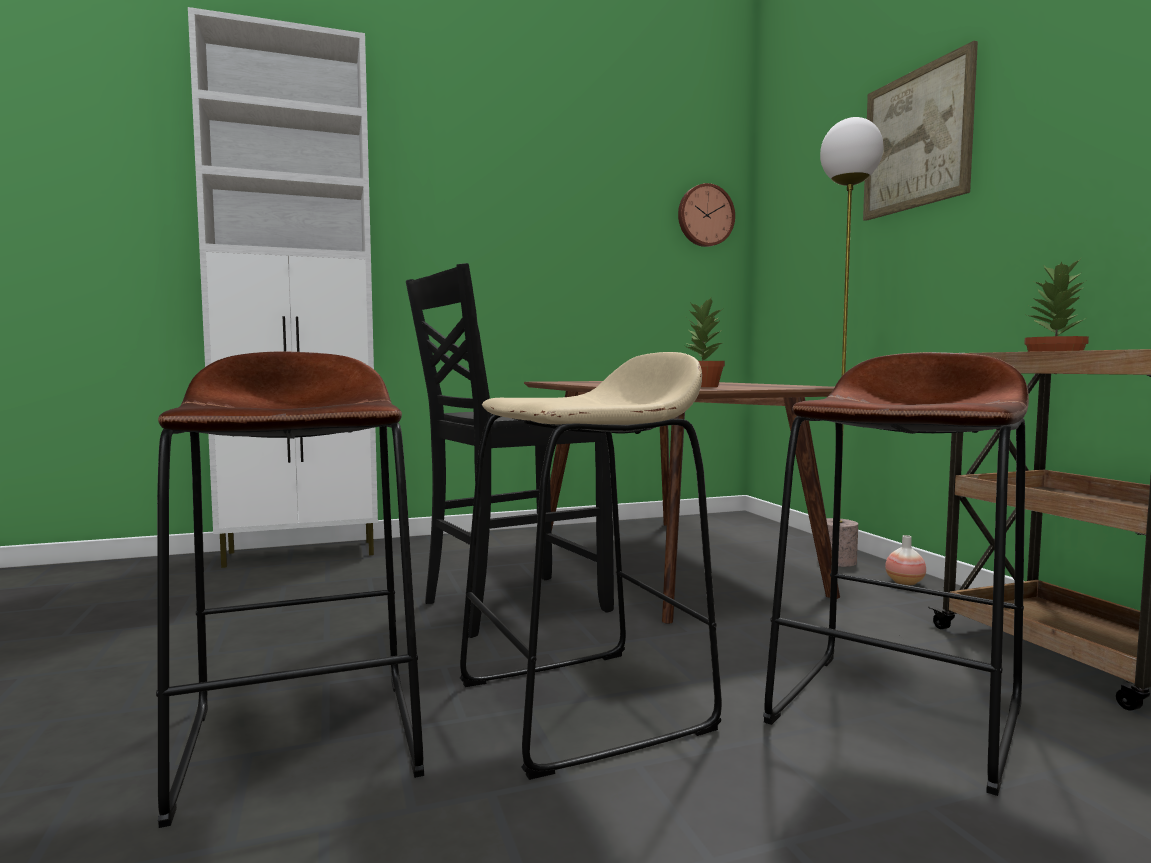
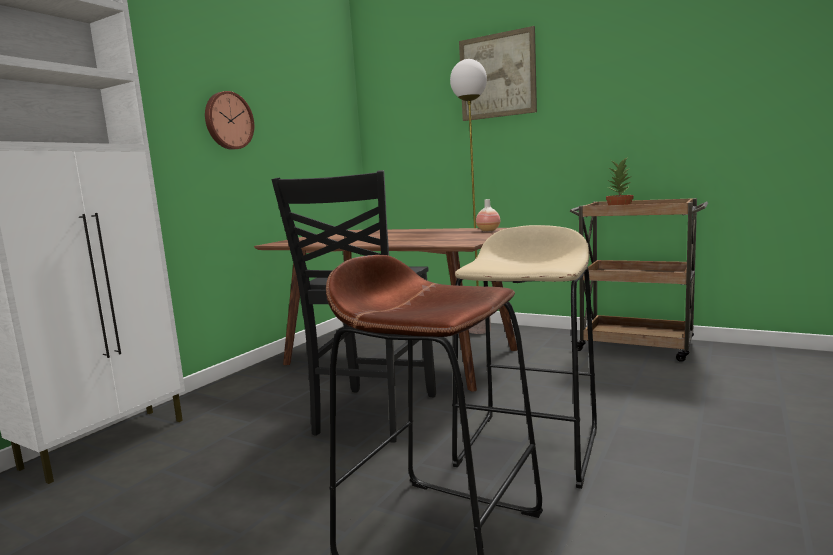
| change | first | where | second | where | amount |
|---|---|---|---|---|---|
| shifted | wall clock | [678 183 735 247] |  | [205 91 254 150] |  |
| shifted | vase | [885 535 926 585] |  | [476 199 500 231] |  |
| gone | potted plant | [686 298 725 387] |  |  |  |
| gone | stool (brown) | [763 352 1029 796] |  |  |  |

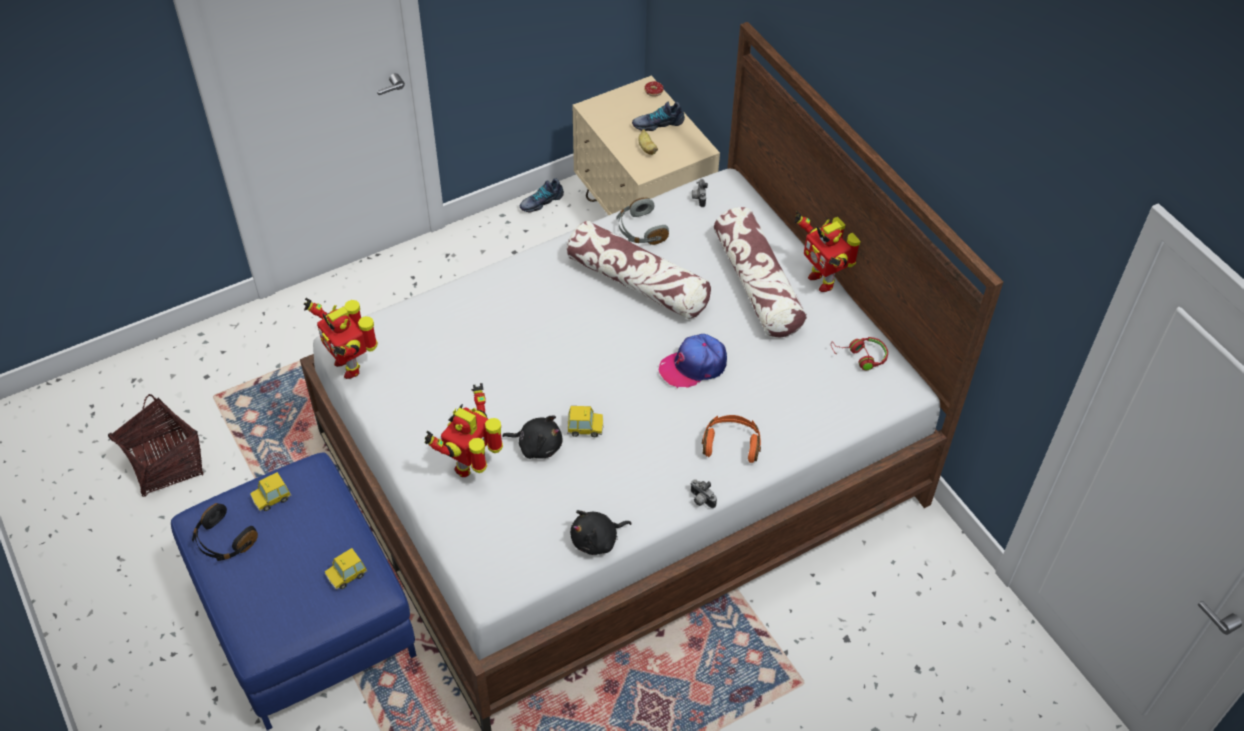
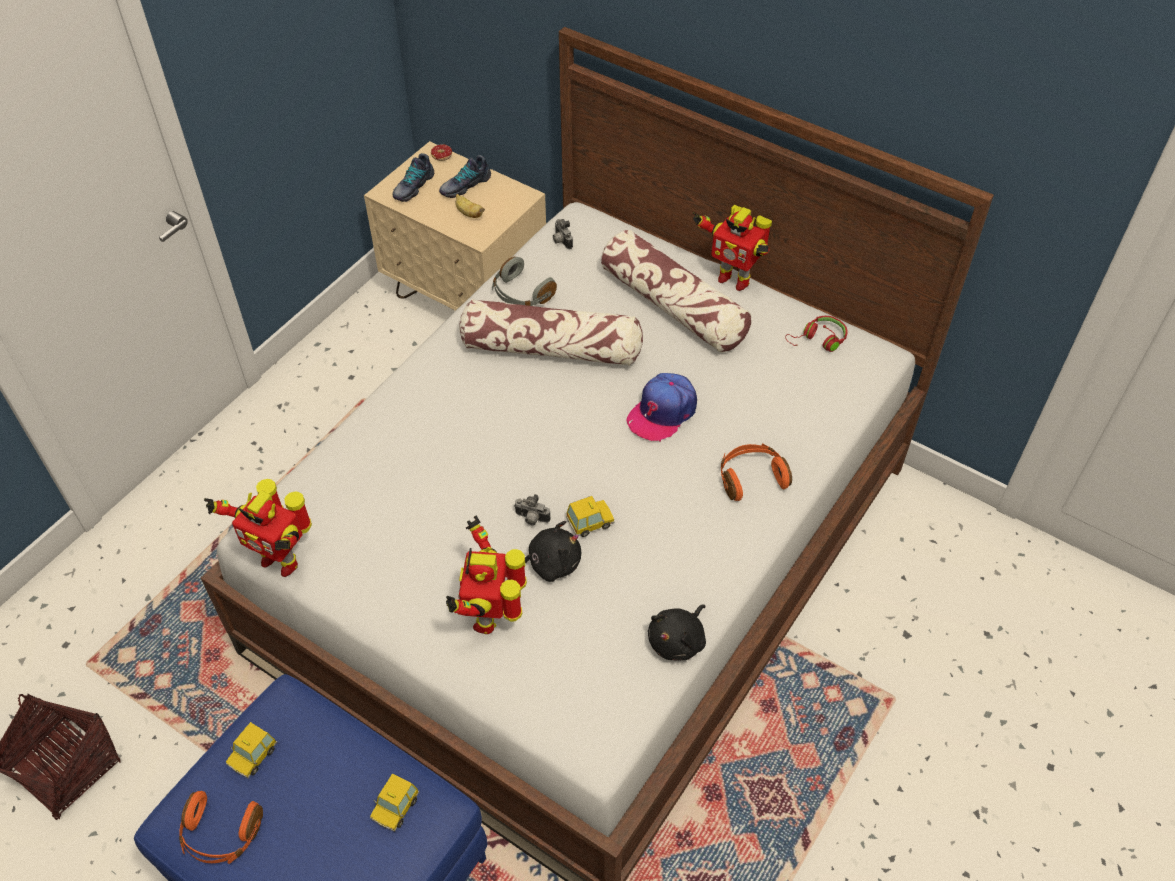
| change | first | where | second | where | amount |
|---|---|---|---|---|---|
| repainted | headphones (black) | [192 503 258 561] | headphones (orange) | [179 791 263 864] |  |
| shifted | shoe | [520 178 564 213] |  | [393 153 434 202] |  |
| shifted | photo camera | [690 479 717 508] |  | [514 494 551 525] |  |

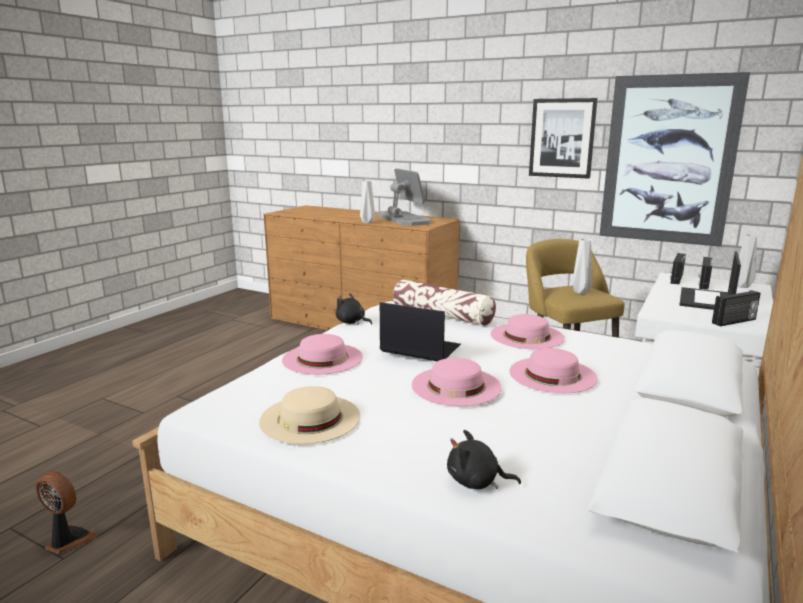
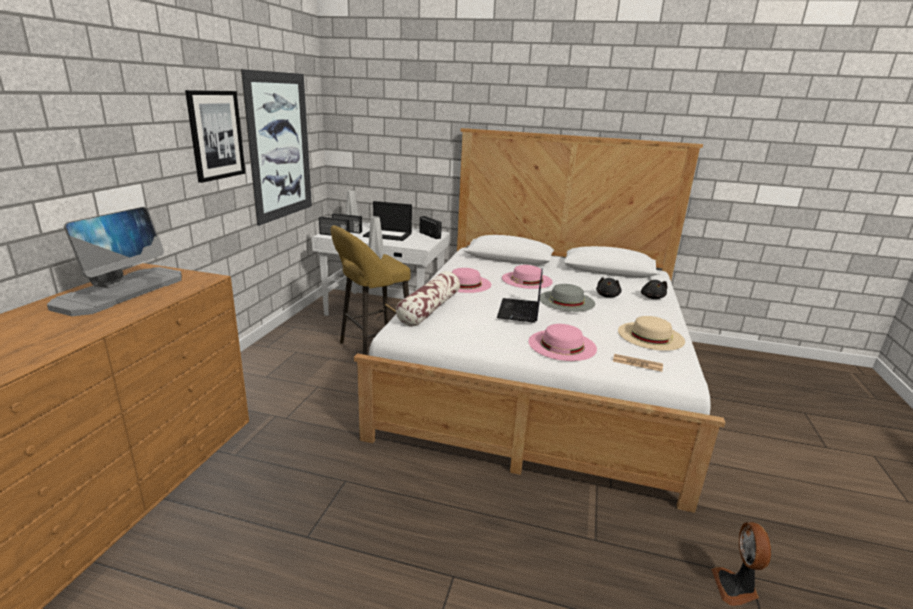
| change | first | where | second | where | amount |
|---|---|---|---|---|---|
| rotated | monitor | [377 168 432 226] |  | [47 207 182 316] | 150 degrees clockwise |
| repainted | hat (pink) | [412 358 502 406] | hat (grey) | [540 284 595 312] |  |
| shifted | plush toy (black) | [336 293 372 325] |  | [596 277 622 298] |  |
| new |  |  | newspaper | [613 354 663 372] |  |
| gone | vase (grey) | [360 181 375 223] |  |  |  |

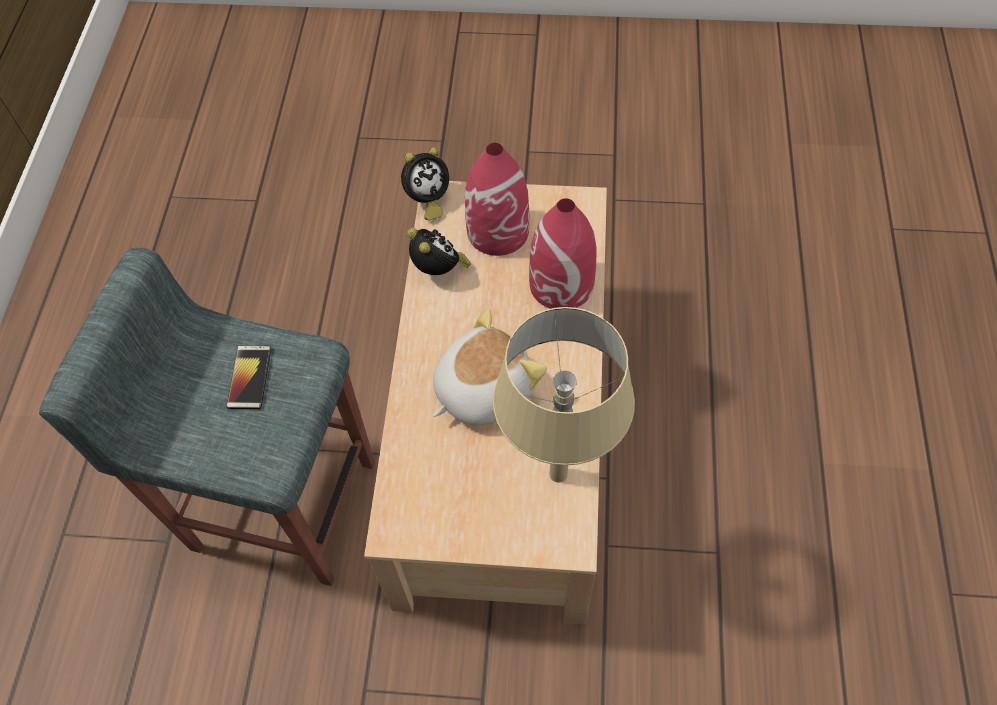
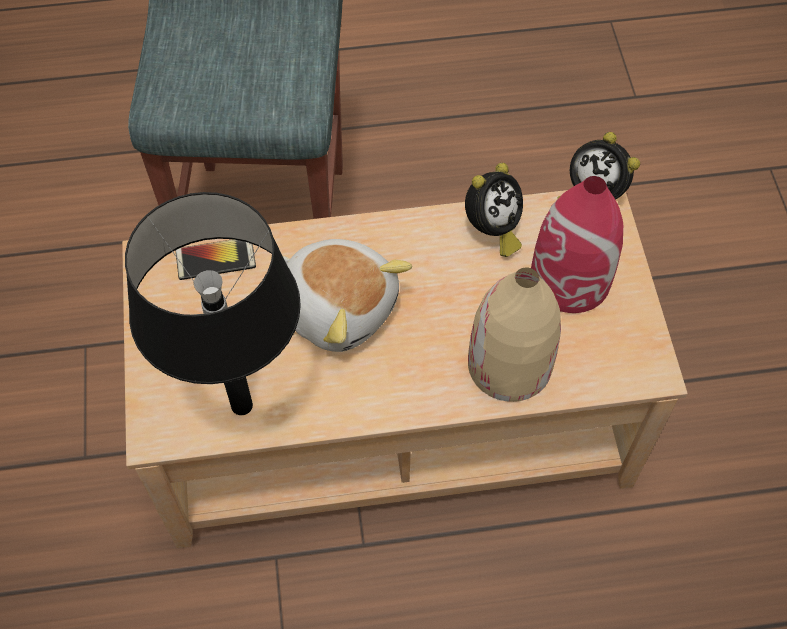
| change | first | where | second | where | amount |
|---|---|---|---|---|---|
| repainted | table lamp (beige) | [493 307 635 483] | table lamp (black) | [125 192 301 415] |  |
| shifted | phone | [227 346 271 409] |  | [175 239 256 280] |  |
| repainted | vase (red) | [529 198 597 309] | vase (beige) | [468 268 561 402] |  |

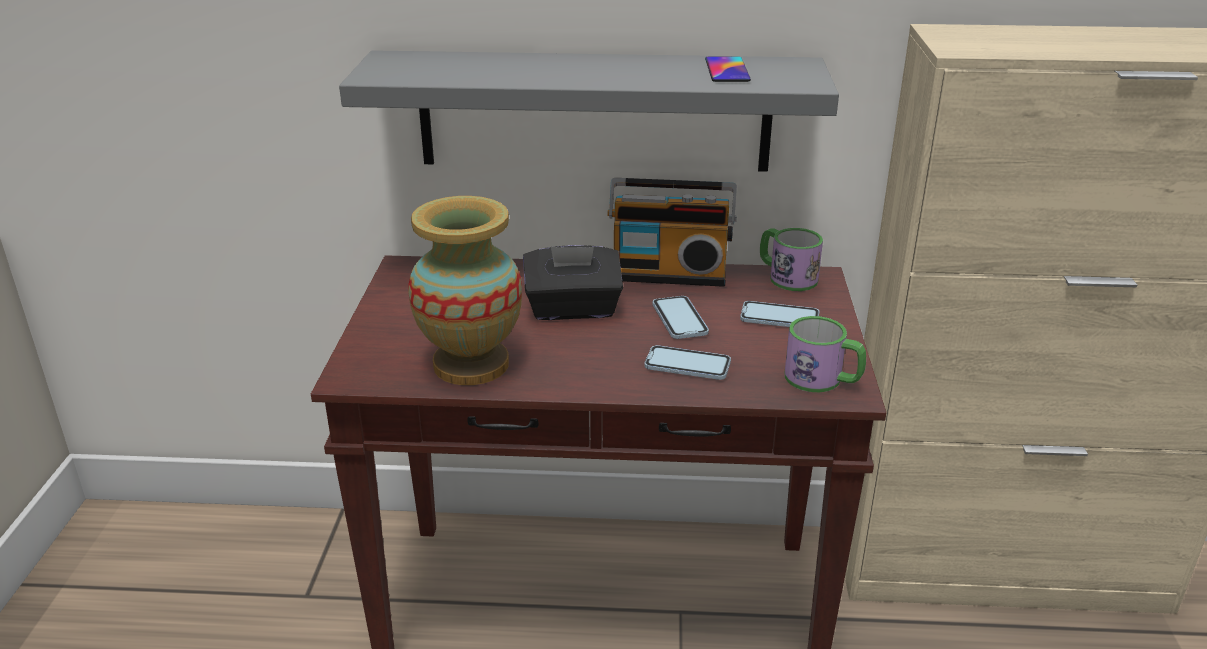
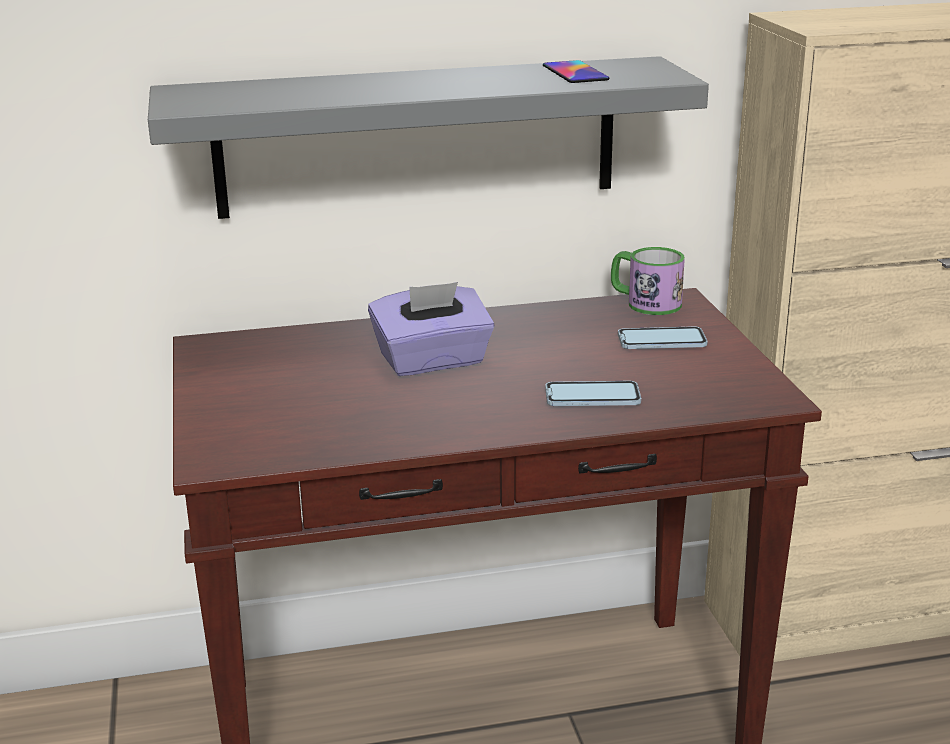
| change | first | where | second | where | amount |
|---|---|---|---|---|---|
| repainted | tissue box (black) | [523 245 623 320] | tissue box (purple) | [368 282 495 376] |  |
| gone | vase | [408 196 522 385] |  |  |  |
| gone | radio | [607 178 737 287] |  |  |  |
| gone | phone | [653 296 709 339] |  |  |  |
| gone | mug | [784 316 866 392] |  |  |  |

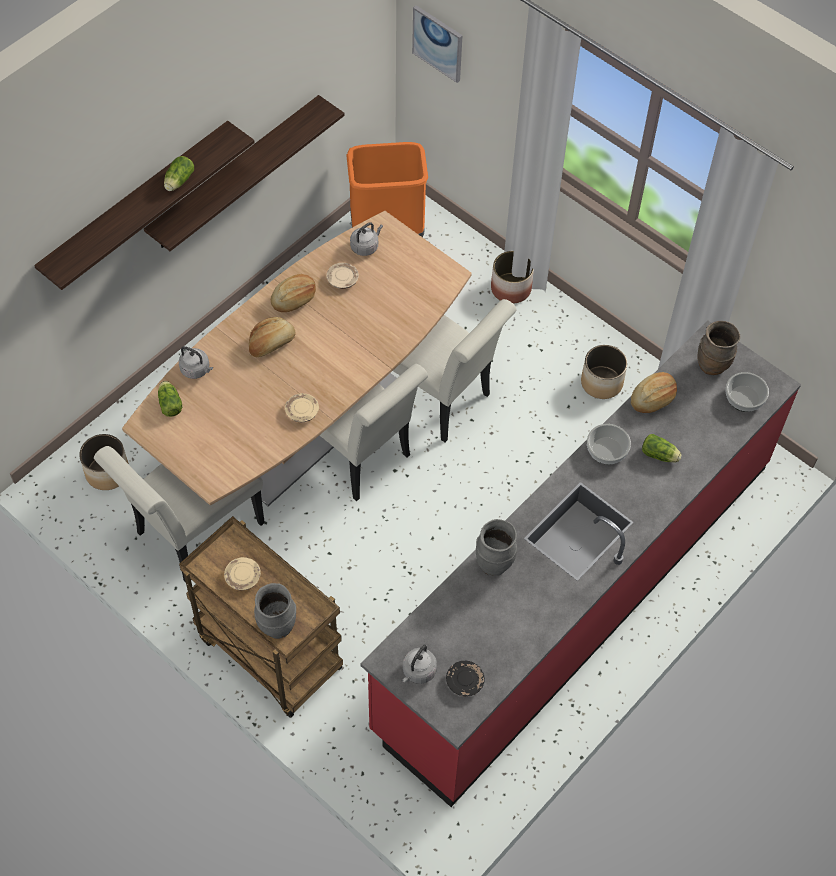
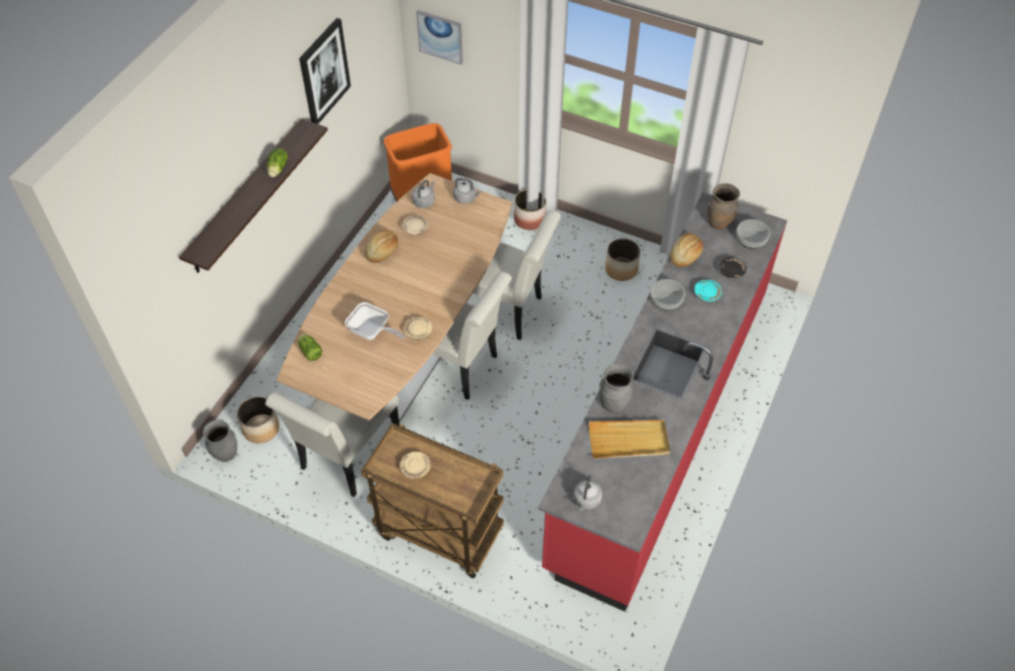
| change | first | where | second | where | amount |
|---|---|---|---|---|---|
| shifted | vase (grey) | [254 583 296 639] |  | [203 419 237 462] |  |
| new |  |  | picture | [299 18 351 124] |  |
| new |  |  | frying pan | [345 302 405 340] |  |
| shifted | kettle (grey) | [179 346 213 379] |  | [453 178 481 204] |  |
| new |  |  | tray (beige) | [589 420 670 459] |  |
| swapped | lettuce | [642 434 682 463] | plate (turquoise) | [694 280 722 302] |  |
| shifted | plate (black) | [446 661 485 697] |  | [719 257 747 279] |  |
| gone | shelf | [144 95 344 251] |  |  |  |
| gone | bread | [249 317 296 357] |  |  |  |

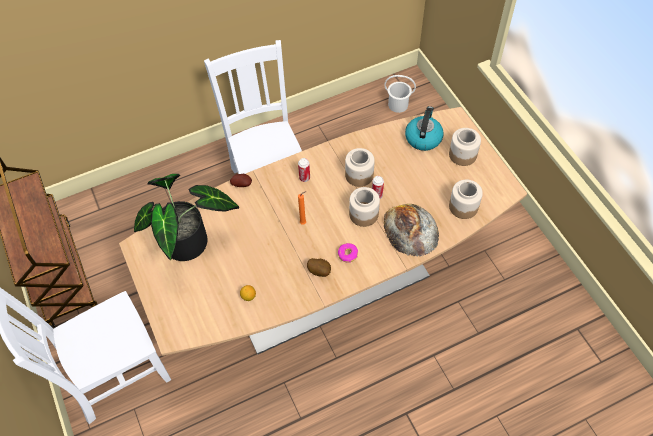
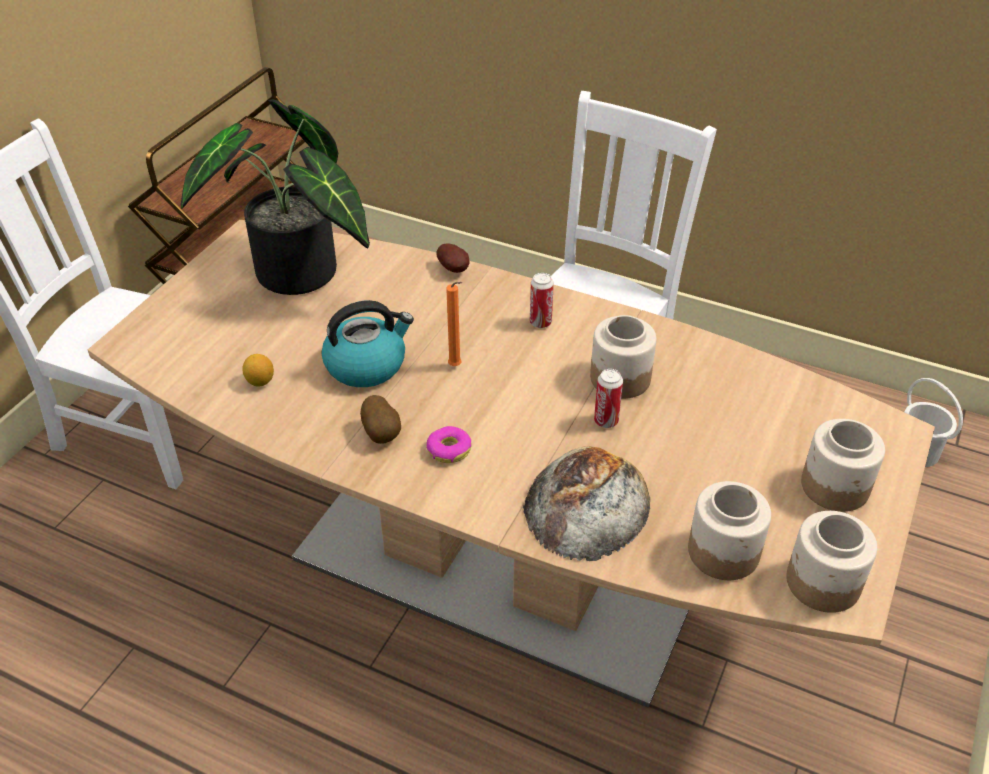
| change | first | where | second | where | amount |
|---|---|---|---|---|---|
| shifted | kettle | [405 106 444 151] |  | [321 300 414 387] |  |
| shifted | jar | [349 187 380 227] |  | [786 511 877 613] |  |

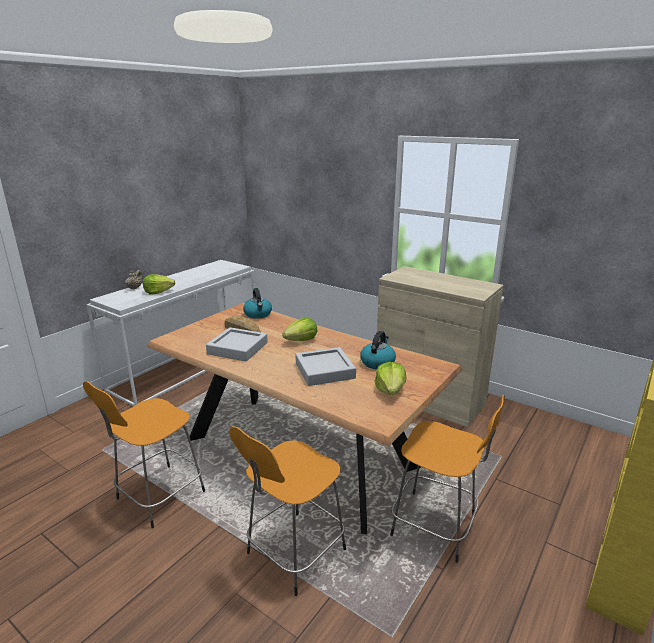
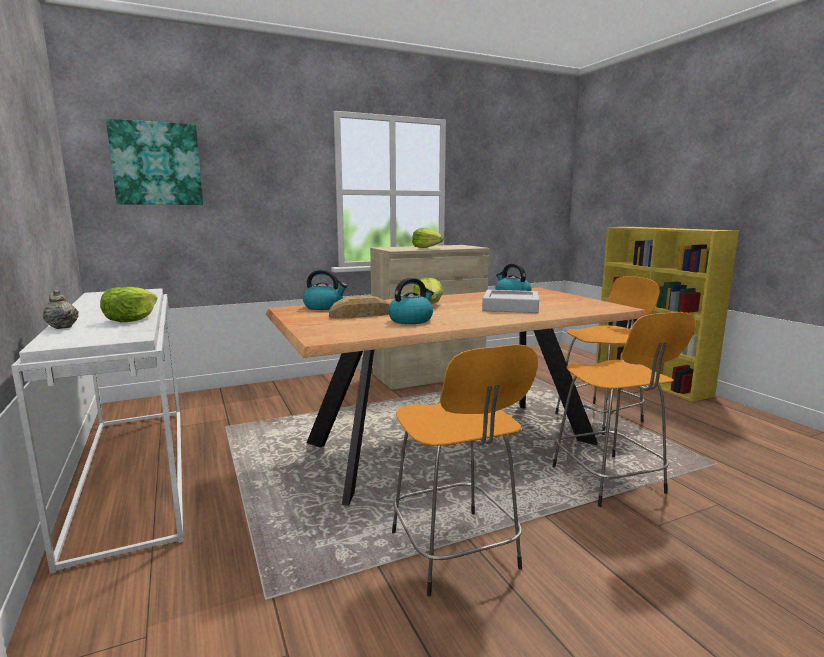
| change | first | where | second | where | amount |
|---|---|---|---|---|---|
| new |  |  | picture | [106 119 203 205] |  |
| swapped | tray (grey) | [206 327 268 361] | kettle | [388 278 434 324] |  |
| shifted | lettuce | [375 362 406 395] |  | [412 228 444 248] |  |

